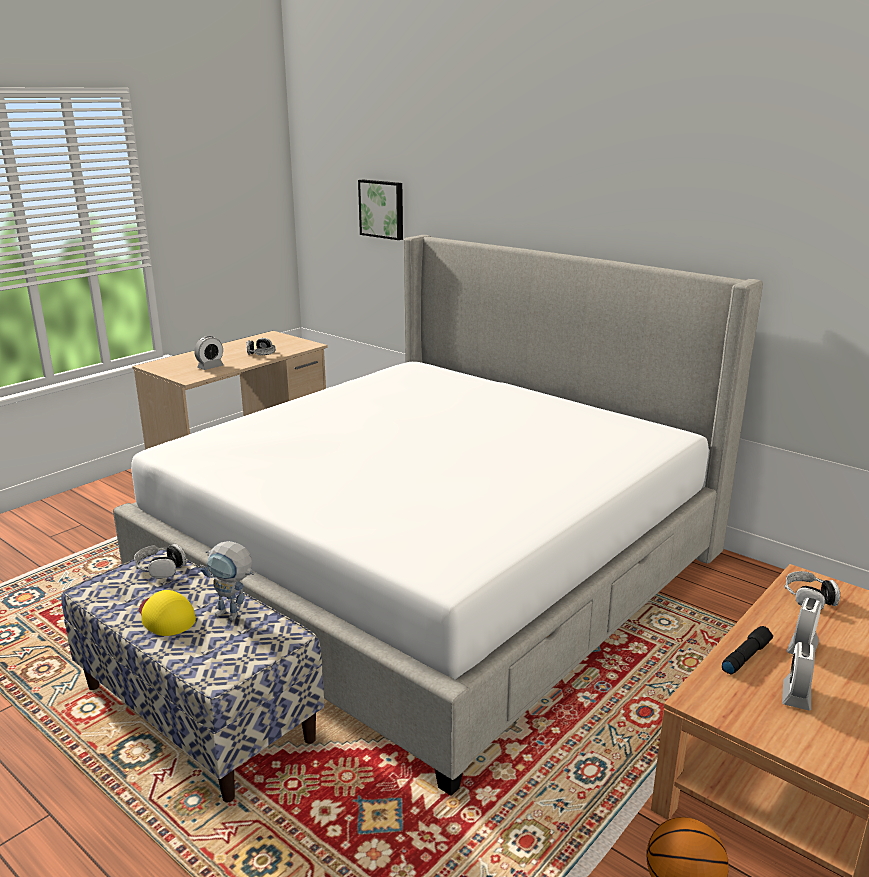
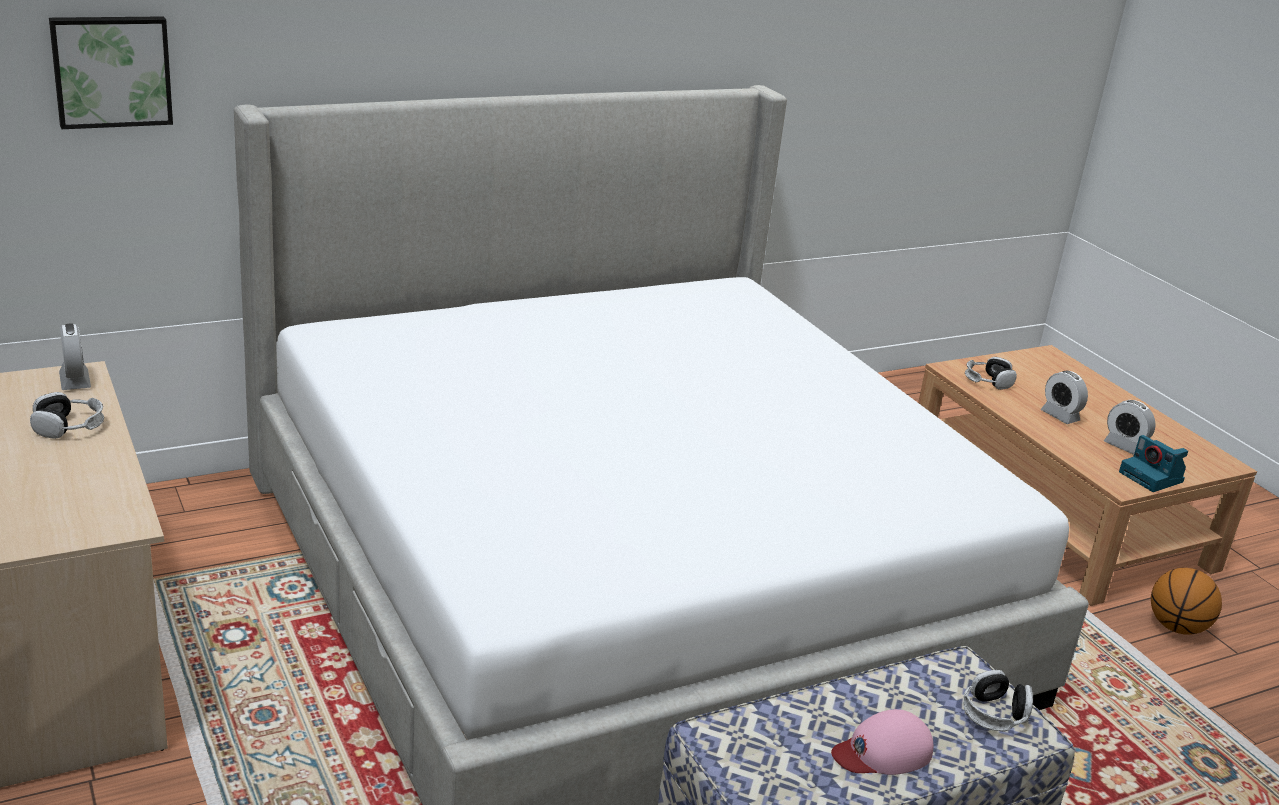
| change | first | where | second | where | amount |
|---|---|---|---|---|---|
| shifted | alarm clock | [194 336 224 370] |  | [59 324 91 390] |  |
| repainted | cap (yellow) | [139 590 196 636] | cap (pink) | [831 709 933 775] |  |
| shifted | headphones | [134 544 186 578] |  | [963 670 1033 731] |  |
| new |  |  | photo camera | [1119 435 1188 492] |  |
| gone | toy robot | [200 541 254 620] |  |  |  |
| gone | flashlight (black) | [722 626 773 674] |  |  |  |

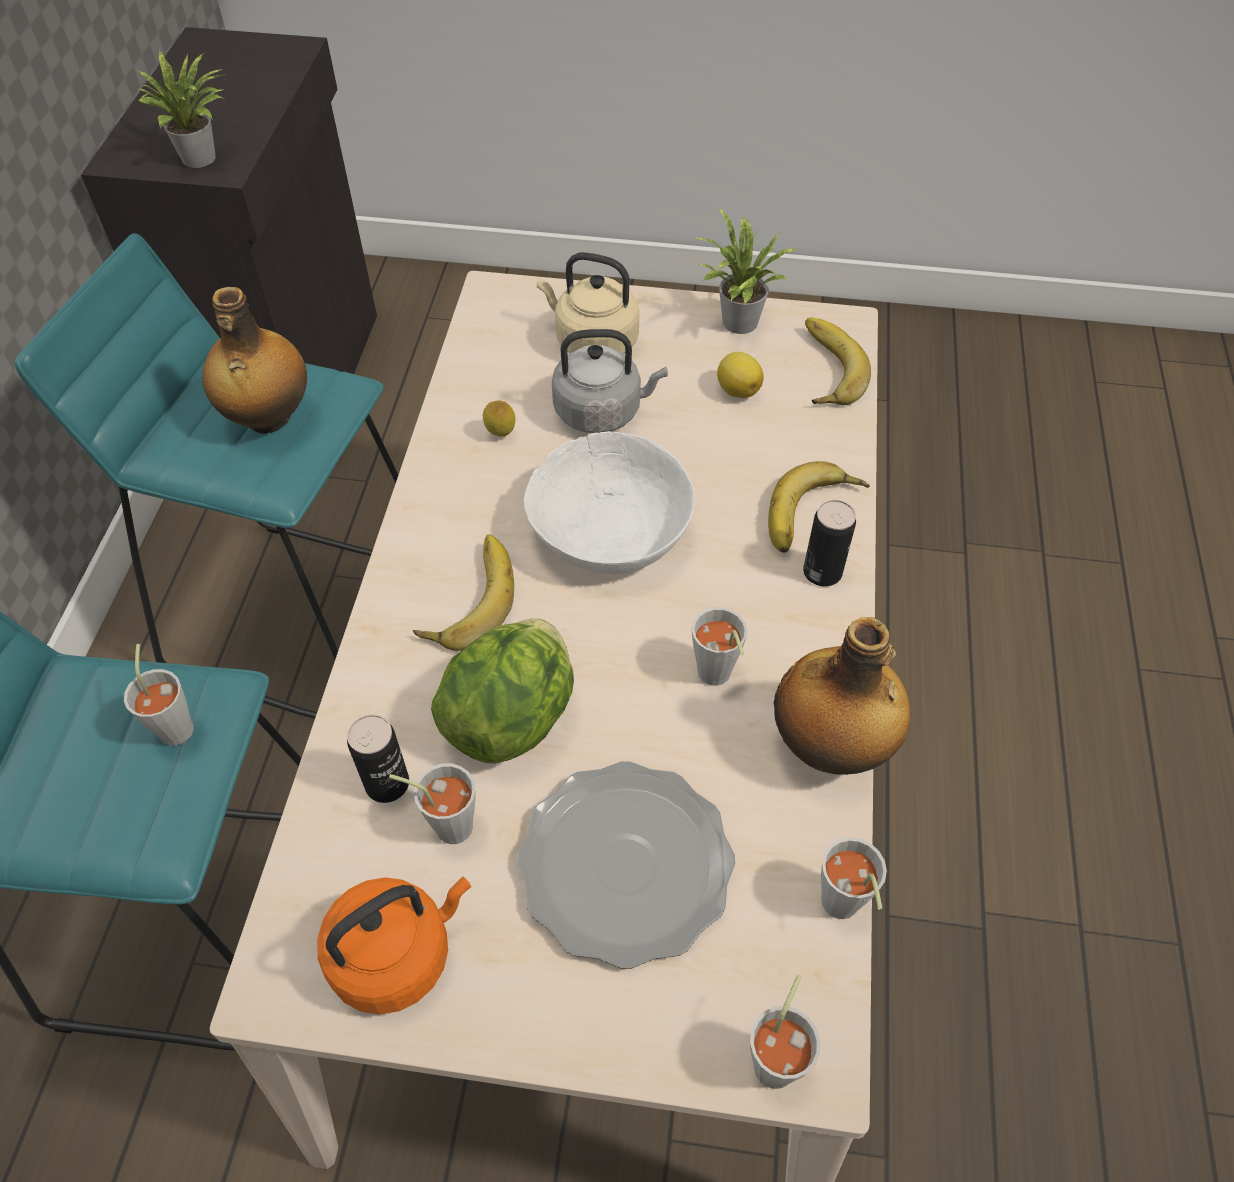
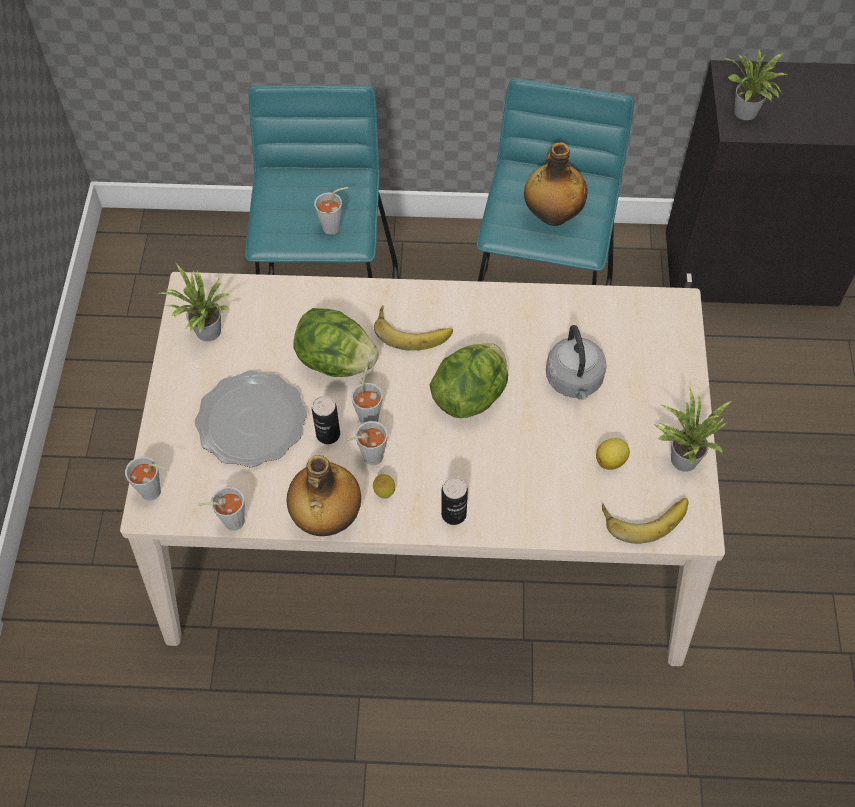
| change | first | where | second | where | amount |
|---|---|---|---|---|---|
| swapped | kettle (orange) | [317 877 471 1014] | potted plant | [157 264 230 341] |  |
| shifted | can | [347 714 409 803] |  | [312 396 340 444] |  |
| shifted | cup (grey) | [389 763 476 844] |  | [351 367 383 424] |  |
| shifted | lemon | [483 400 515 437] |  | [373 474 395 498] |  |
| swapped | bowl (white) | [524 431 695 574] | lettuce | [430 343 508 418] |  |
| gone | kettle (beige) | [537 252 639 354] |  |  |  |
| gone | banana | [768 461 870 553] |  |  |  |

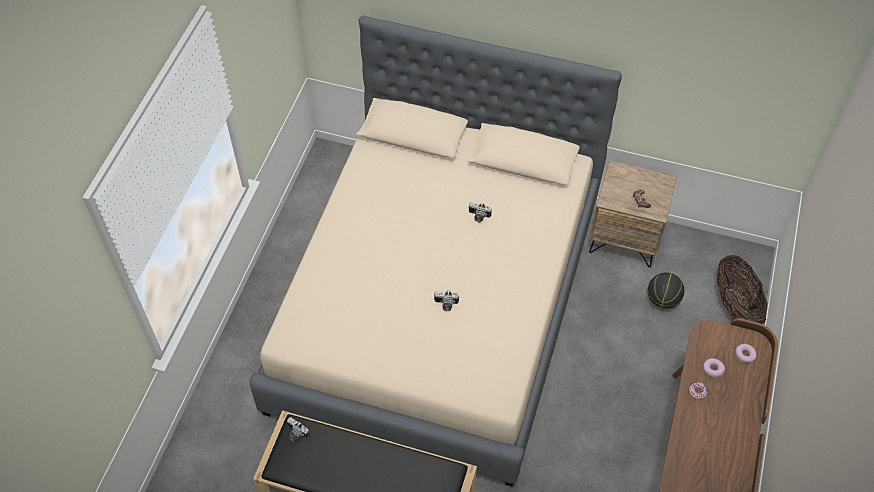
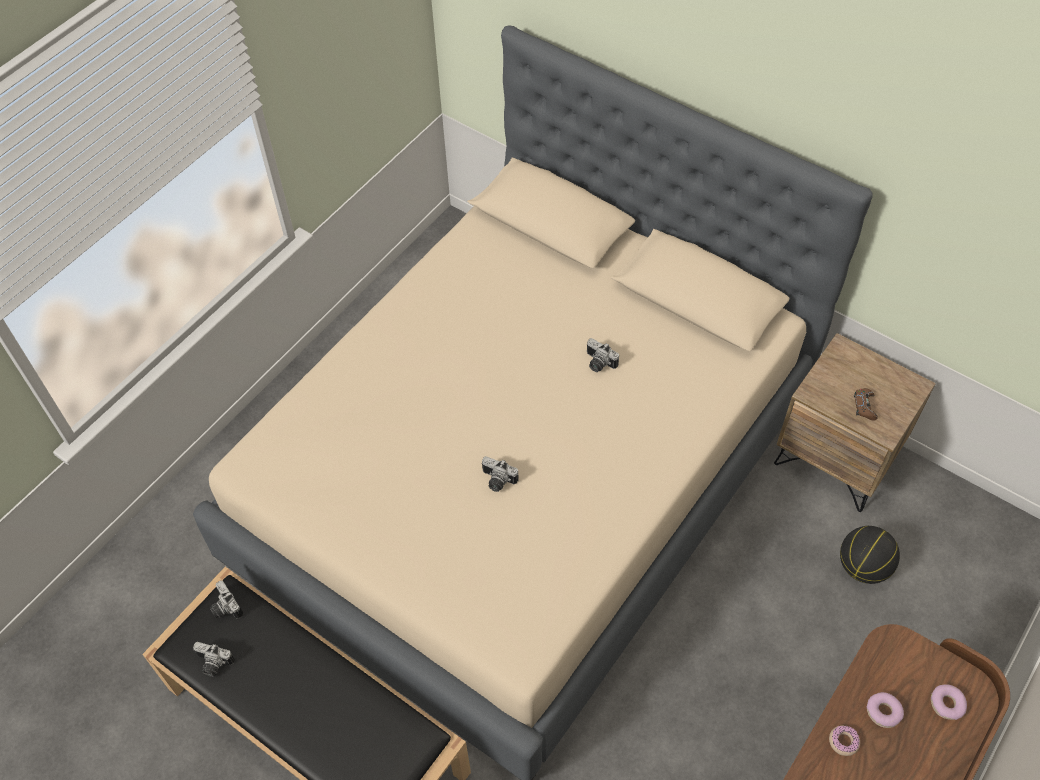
| change | first | where | second | where | amount |
|---|---|---|---|---|---|
| new |  |  | photo camera | [193 642 235 677] |  |
| gone | basket | [717 255 768 324] |  |  |  |

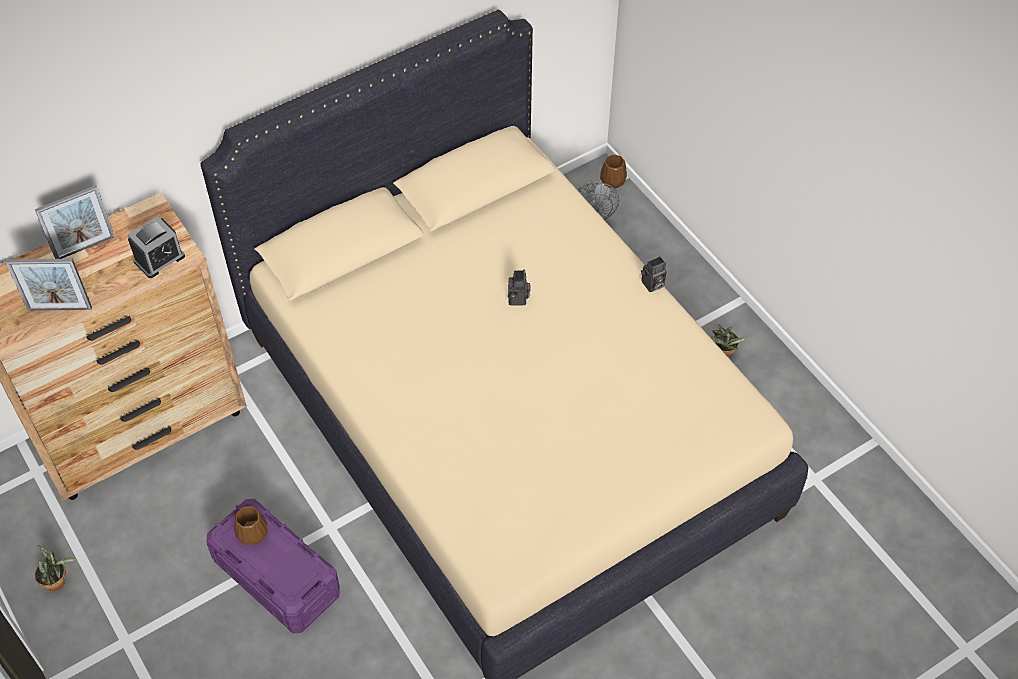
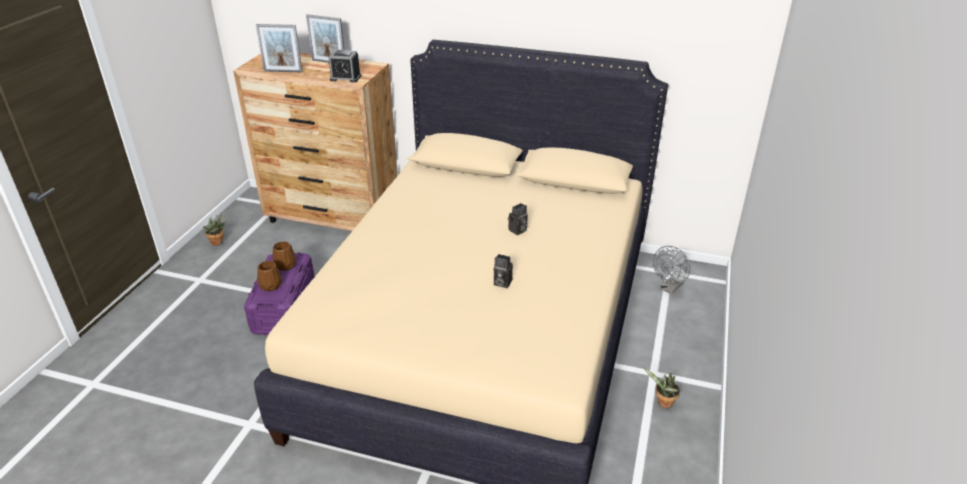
| change | first | where | second | where | amount |
|---|---|---|---|---|---|
| rotated | picture frame | [5 259 92 311] |  | [256 24 303 72] | 45 degrees counterclockwise |
| shifted | vase (brown) | [600 155 627 189] |  | [257 261 282 291] |  |
| shifted | photo camera | [641 256 666 292] |  | [494 254 513 288] |  |

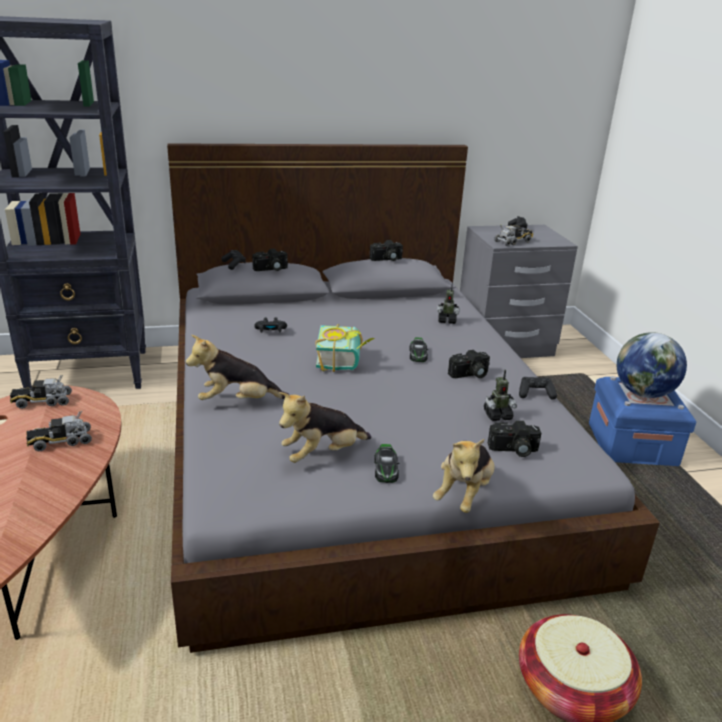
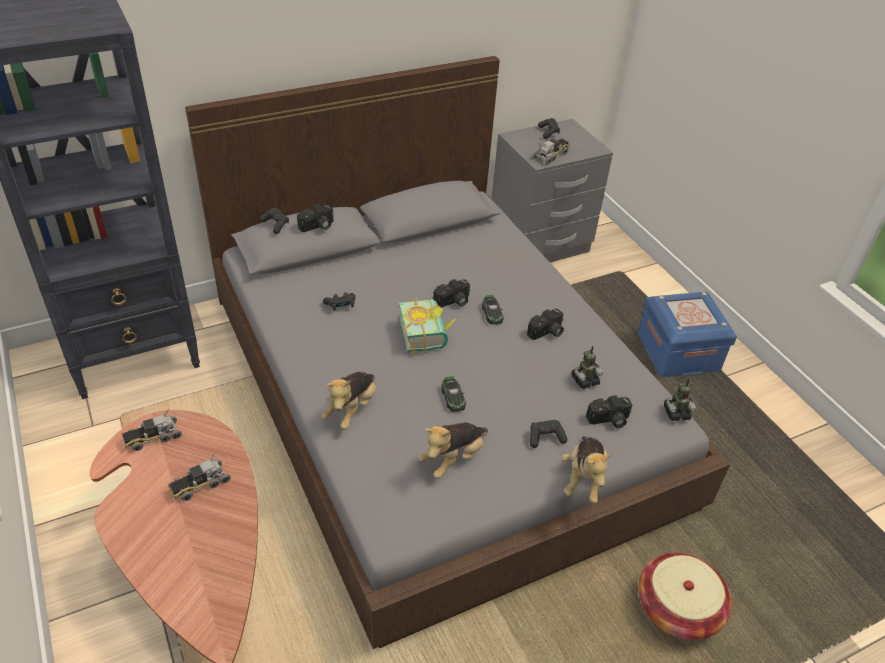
| change | first | where | second | where | amount |
|---|---|---|---|---|---|
| rotated | plush toy | [186 335 289 400] |  | [322 372 376 430] | 45 degrees counterclockwise |
| shifted | photo camera | [370 240 403 261] |  | [433 279 470 308] |  |
| shifted | toy car | [374 444 399 483] |  | [441 376 466 412] |  |
| shifted | game controller (black) | [519 377 557 400] |  | [530 420 567 448] |  |
| shifted | toy robot | [437 283 460 324] |  | [664 378 696 421] |  |
| gone | globe | [617 332 687 398] |  |  |  |

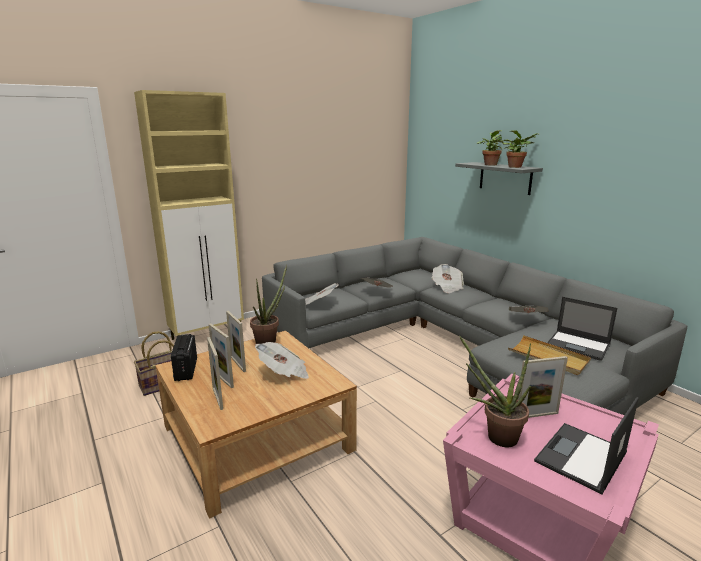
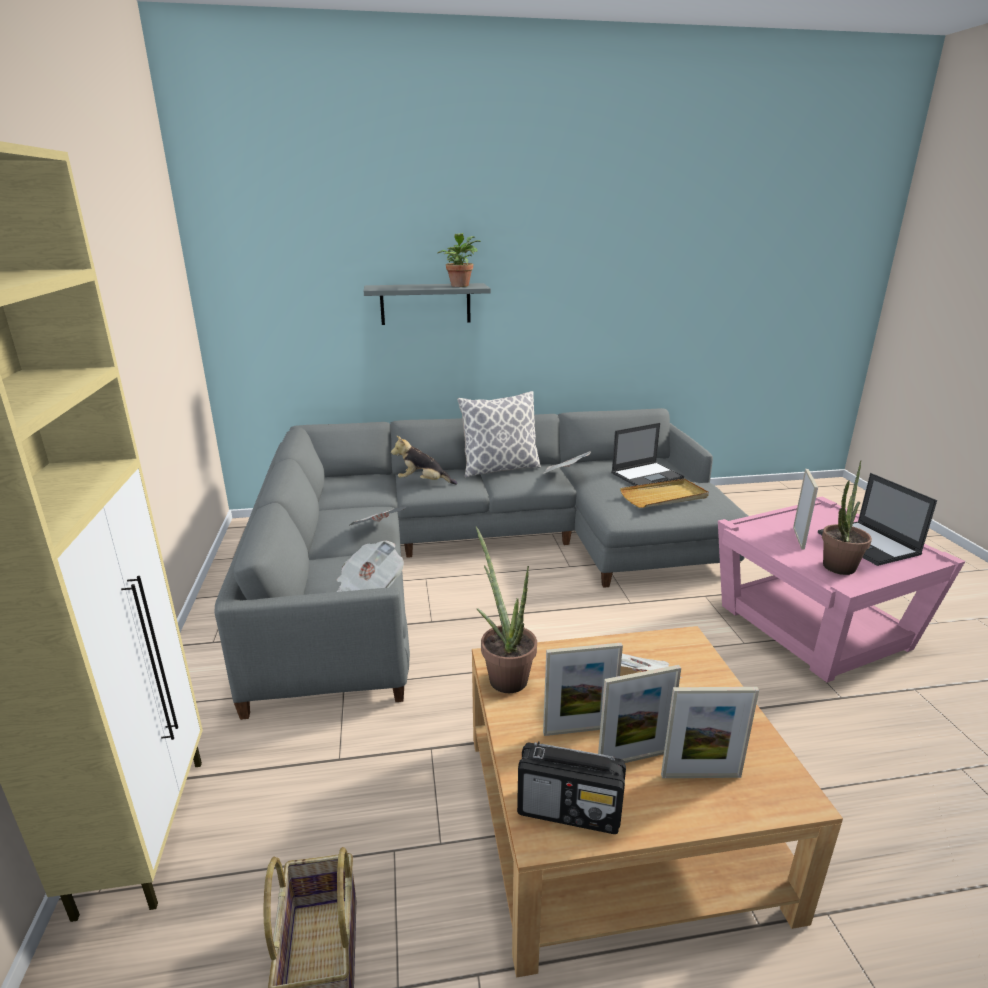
| change | first | where | second | where | amount |
|---|---|---|---|---|---|
| swapped | newspaper | [432 264 464 293] | plush toy | [391 435 457 485] |  |
| new |  |  | pillow | [457 391 541 477] |  |
| gone | potted plant | [477 130 504 166] |  |  |  |

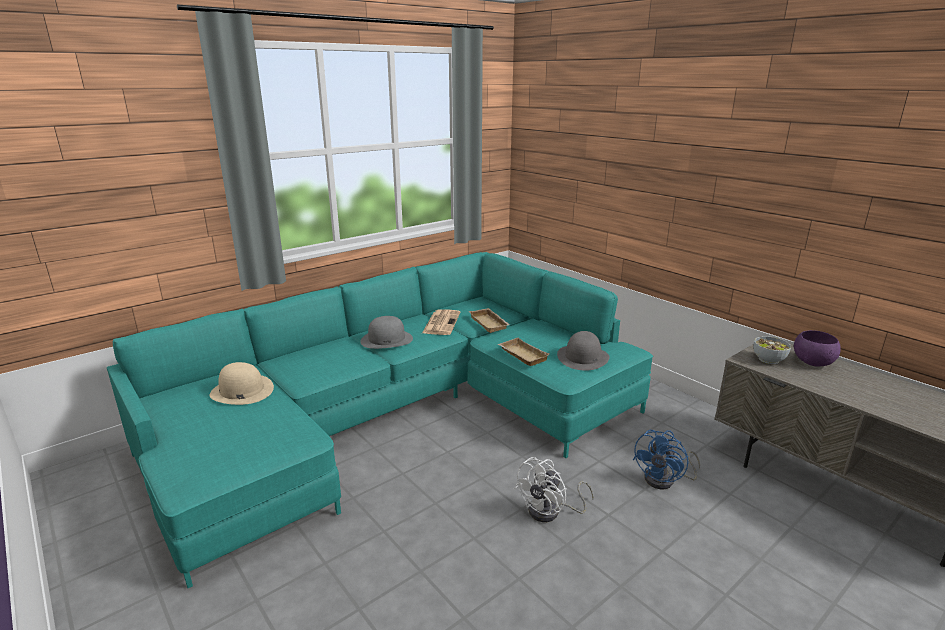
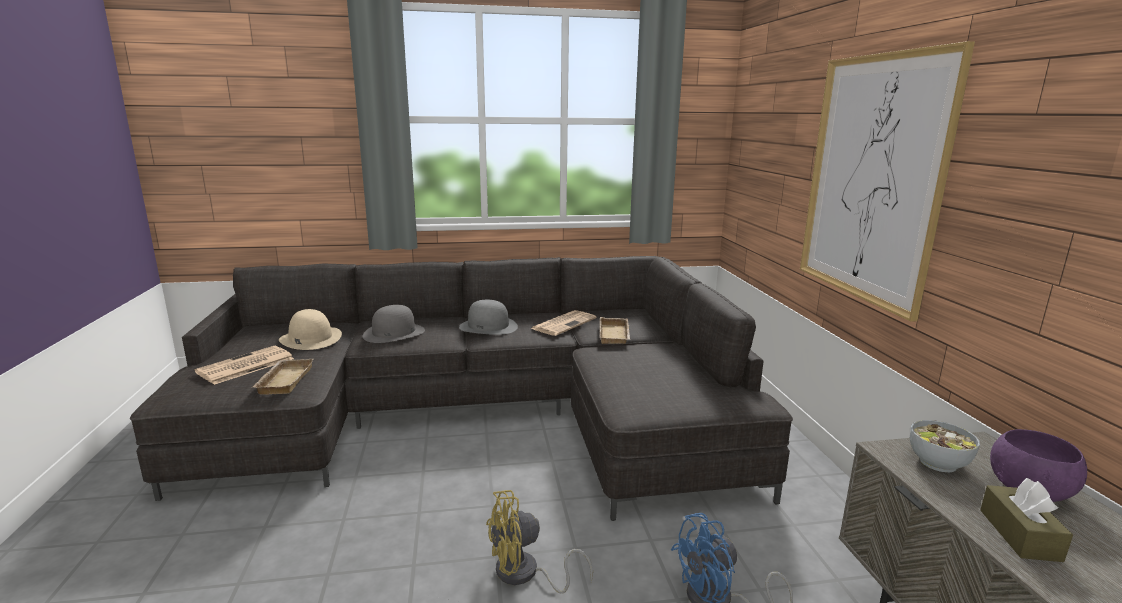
| change | first | where | second | where | amount |
|---|---|---|---|---|---|
| repainted | sofa (turquoise) | [107 252 653 588] | sofa (grey) | [130 256 793 521] |  |
| new |  |  | newspaper | [194 346 294 385] |  |
| shifted | tray (beige) | [498 337 550 366] |  | [251 359 313 395] |  |
| shifted | hat (grey) | [557 331 610 370] |  | [363 305 425 343] |  |
| repainted | fan (white) | [514 457 594 522] | fan (yellow) | [486 490 593 594] |  |
| new |  |  | picture | [800 41 975 322] |  |
| new |  |  | tissue box (brown) | [980 478 1073 562] |  |

